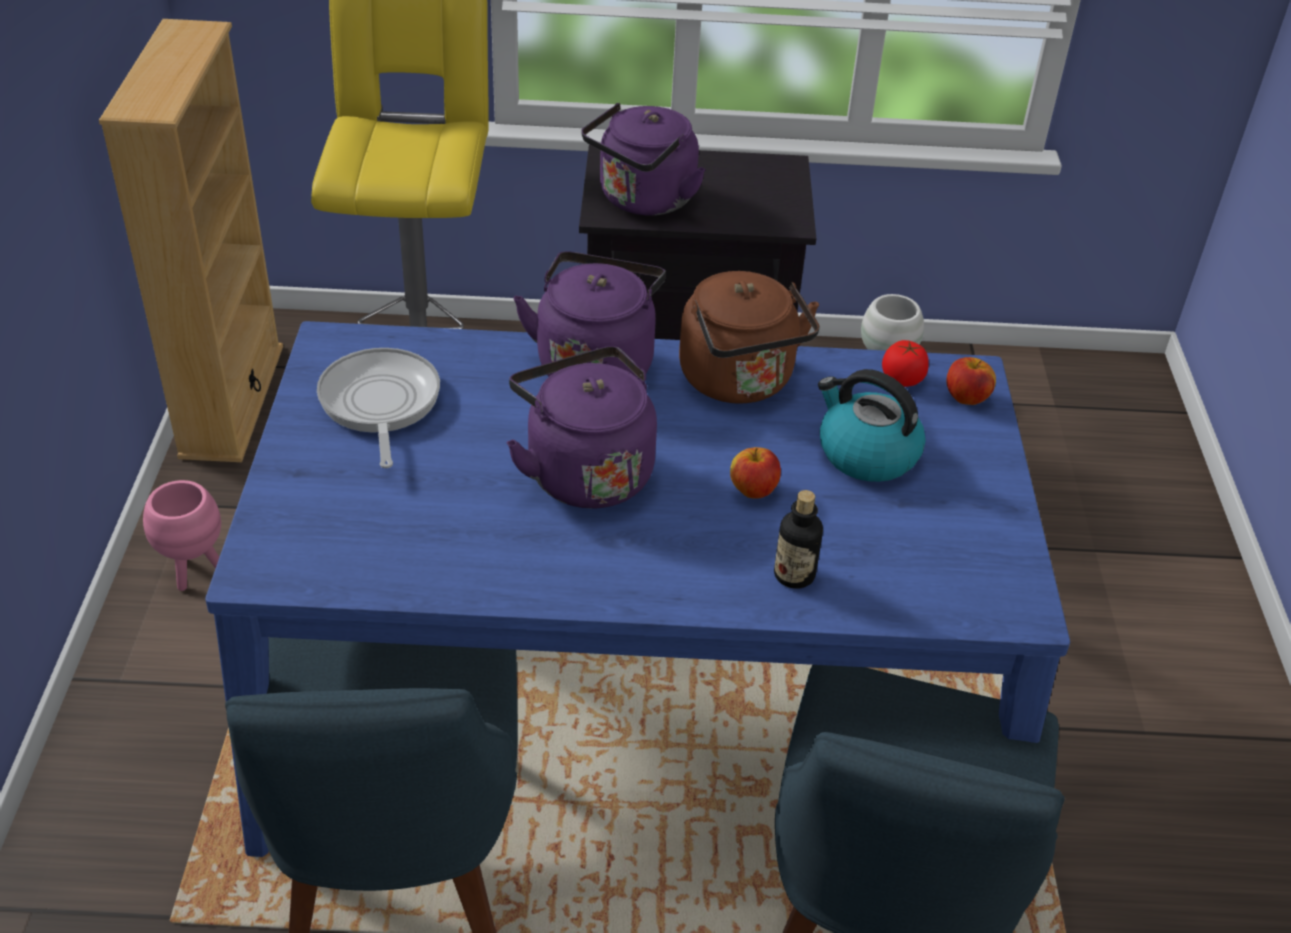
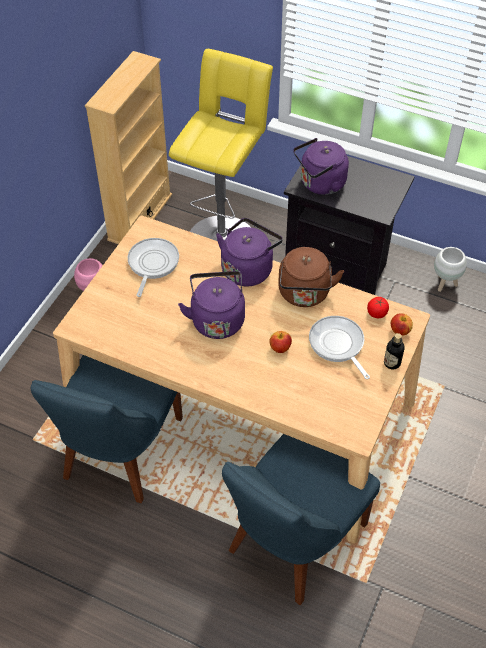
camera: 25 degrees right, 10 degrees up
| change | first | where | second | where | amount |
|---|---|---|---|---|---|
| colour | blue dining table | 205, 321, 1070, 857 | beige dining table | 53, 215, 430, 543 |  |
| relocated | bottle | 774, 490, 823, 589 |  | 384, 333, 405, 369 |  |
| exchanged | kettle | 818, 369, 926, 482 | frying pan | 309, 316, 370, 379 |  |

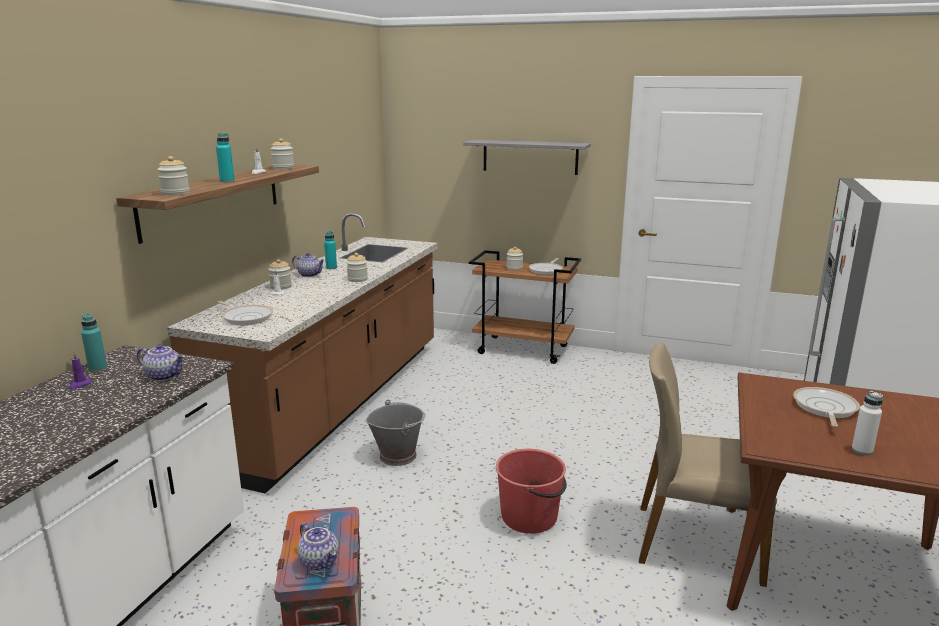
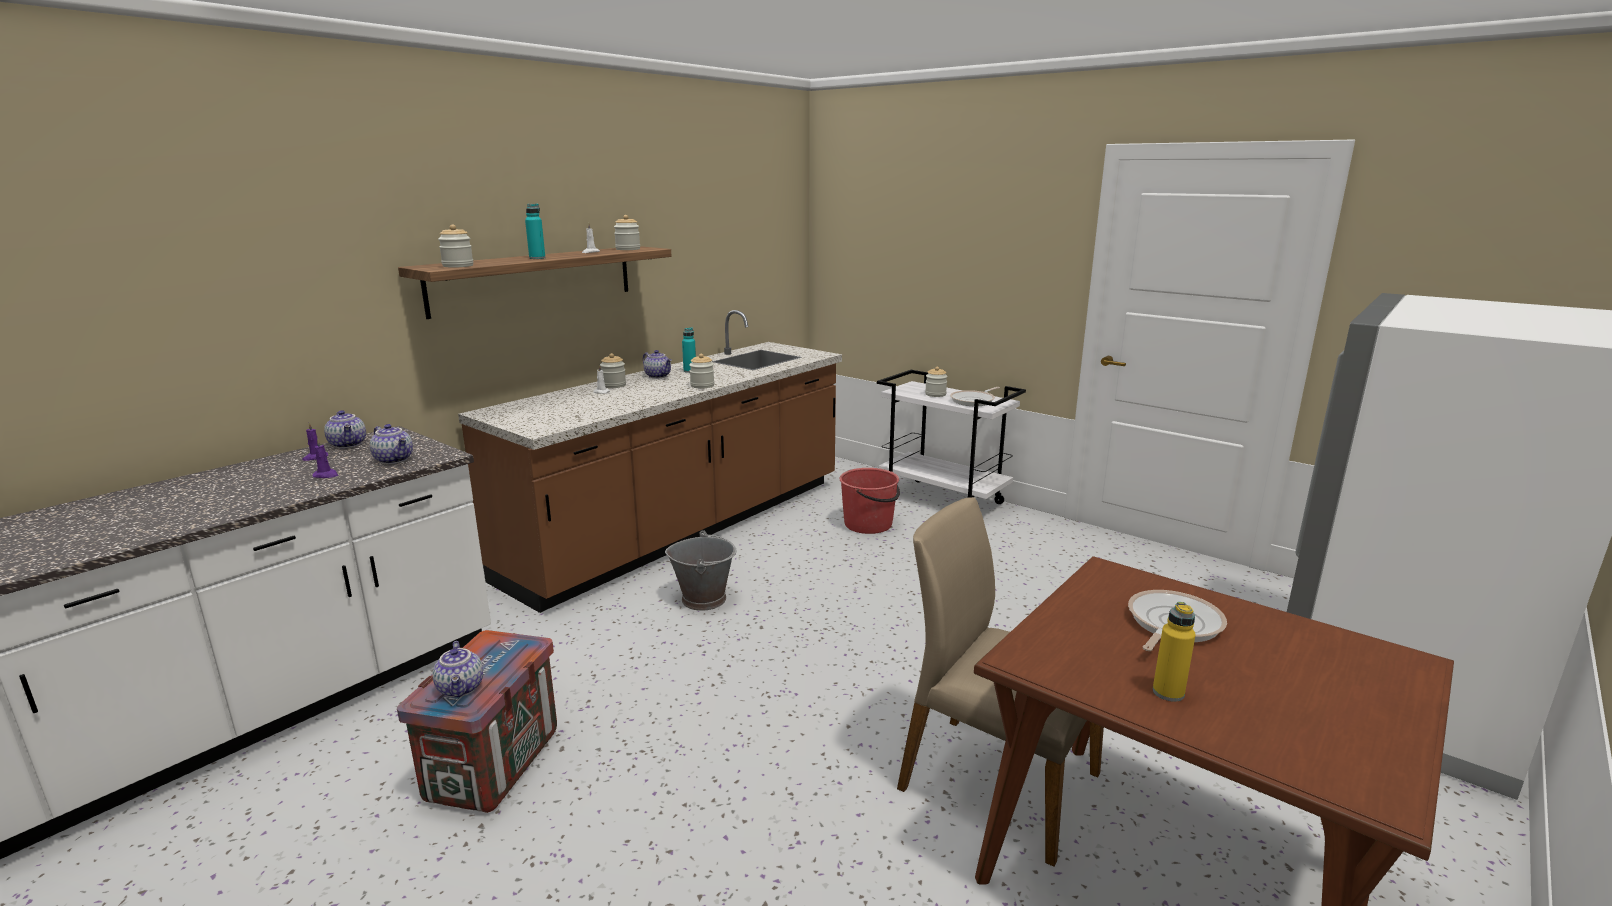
camera: 20 degrees right, 0 degrees up
| change | first | where | second | where | amount |
|---|---|---|---|---|---|
| exchanged | turquoise bottle | 81, 314, 107, 372 | teapot | 324, 410, 366, 448 |  |
| missing | frying pan | 218, 301, 273, 325 |  |  |  |
| missing | grey shelf | 463, 140, 591, 175 |  |  |  |
| colour | brown cart | 469, 250, 581, 364 | white cart | 877, 370, 1026, 504 |  |
| relocated | red bucket | 496, 449, 567, 534 |  | 839, 468, 900, 534 |  |
| colour | white bottle | 852, 391, 883, 455 | yellow bottle | 1153, 602, 1196, 702 |  |
| appeared |  |  | purple candle | 312, 438, 338, 478 |  |

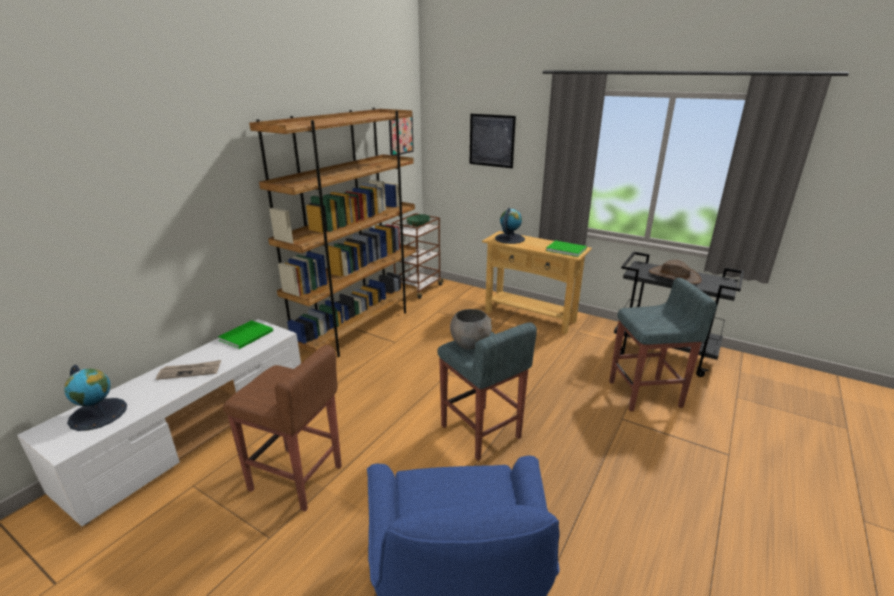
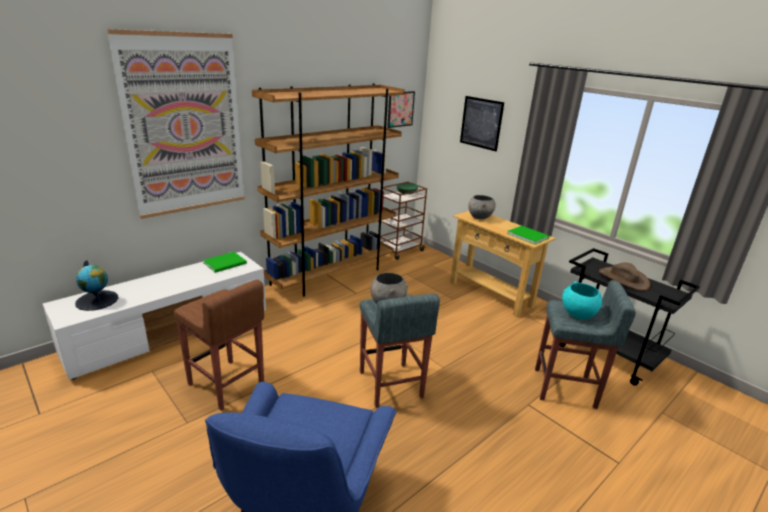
camera: 15 degrees right, 0 degrees up
| change | first | where | second | where | amount |
|---|---|---|---|---|---|
| missing | newspaper | 156, 360, 221, 380 |  |  |  |
| exchanged | globe | 495, 208, 525, 244 | grey bowl | 468, 195, 496, 219 |  |
| appeared |  |  | picture | 107, 29, 245, 219 |  |
| appeared |  |  | turquoise bowl | 562, 281, 602, 319 |  |

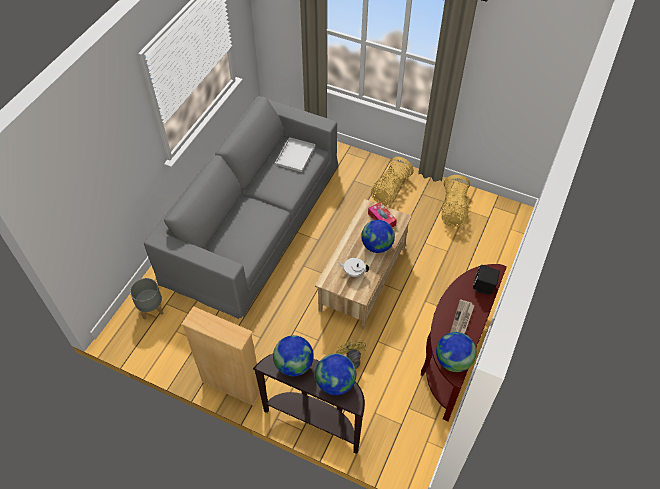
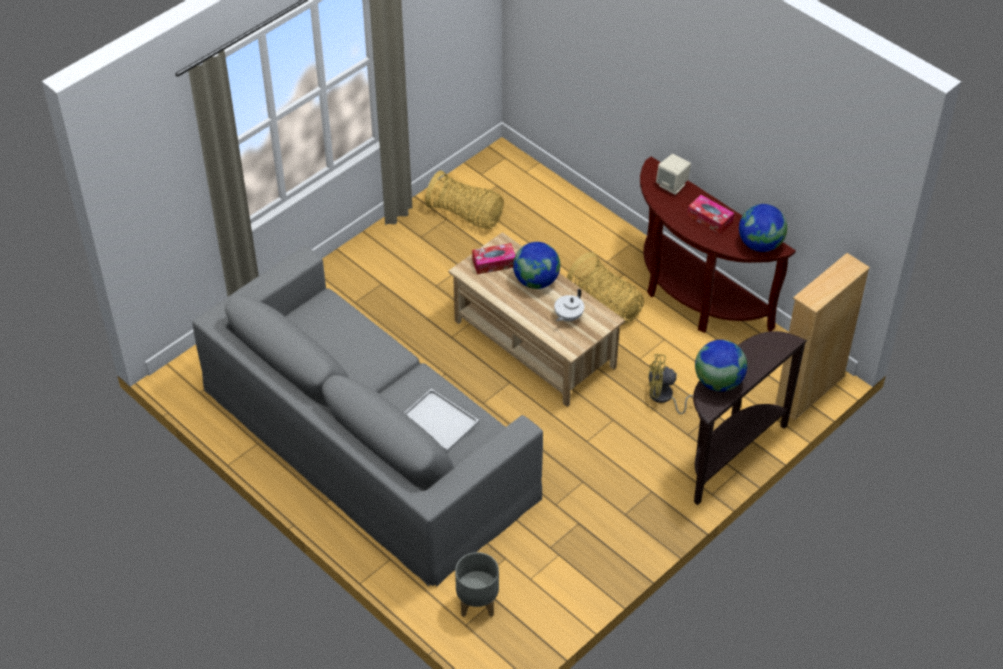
camera: 70 degrees left, 5 degrees down
| change | first | where | second | where | amount |
|---|---|---|---|---|---|
| relocated | beige bookcase | 181, 306, 260, 406 |  | 773, 253, 870, 421 |  |
| relocated | white tray | 275, 137, 316, 172 |  | 404, 389, 479, 453 |  |
| missing | globe | 315, 353, 356, 395 |  |  |  |
| relocated | basket | 371, 157, 414, 205 |  | 567, 252, 644, 325 |  |
| exchanged | newspaper | 450, 299, 475, 334 | tissue box | 687, 195, 734, 235 |  |
| colour | black speaker | 473, 265, 500, 295 | beige speaker | 656, 154, 691, 195 |  |

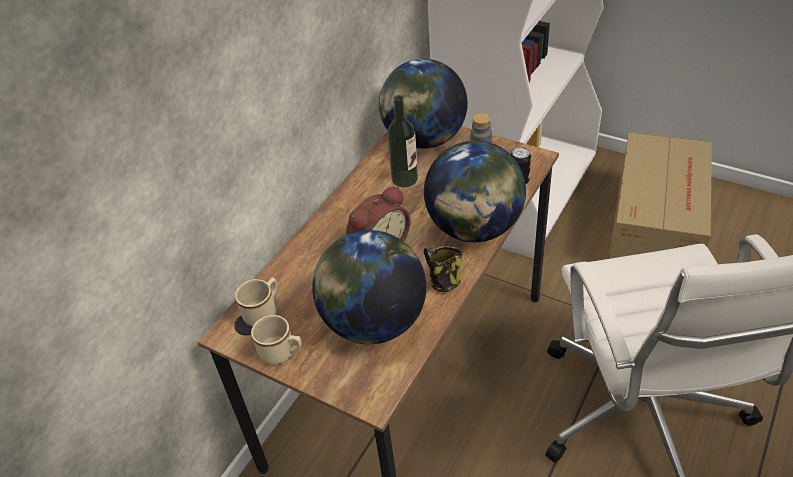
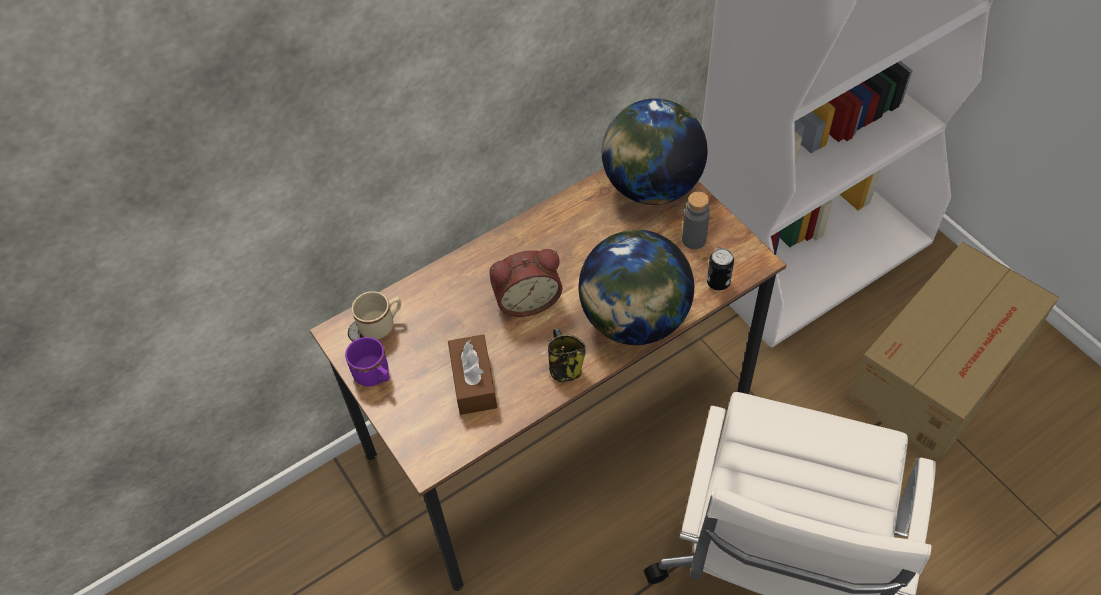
camera: 25 degrees right, 10 degrees up
| change | first | where | second | where | amount |
|---|---|---|---|---|---|
| colour | beige mug | 251, 315, 302, 365 | purple mug | 345, 337, 390, 387 |  |
| exchanged | globe | 312, 230, 426, 344 | brown tissue box | 448, 334, 497, 415 |  |
| missing | bottle | 387, 95, 418, 187 |  |  |  |

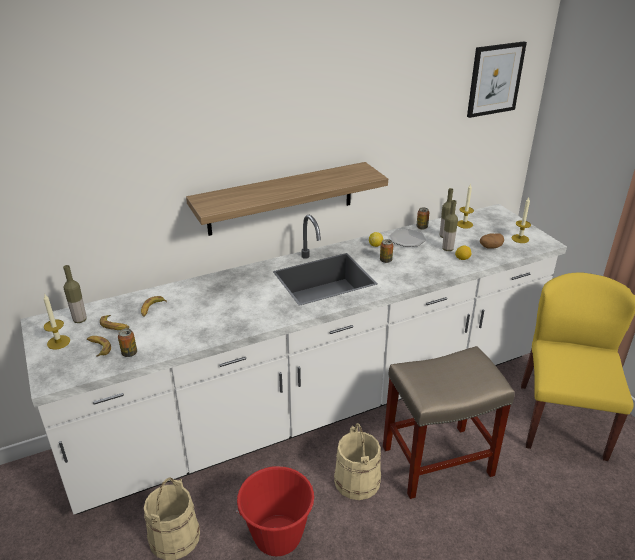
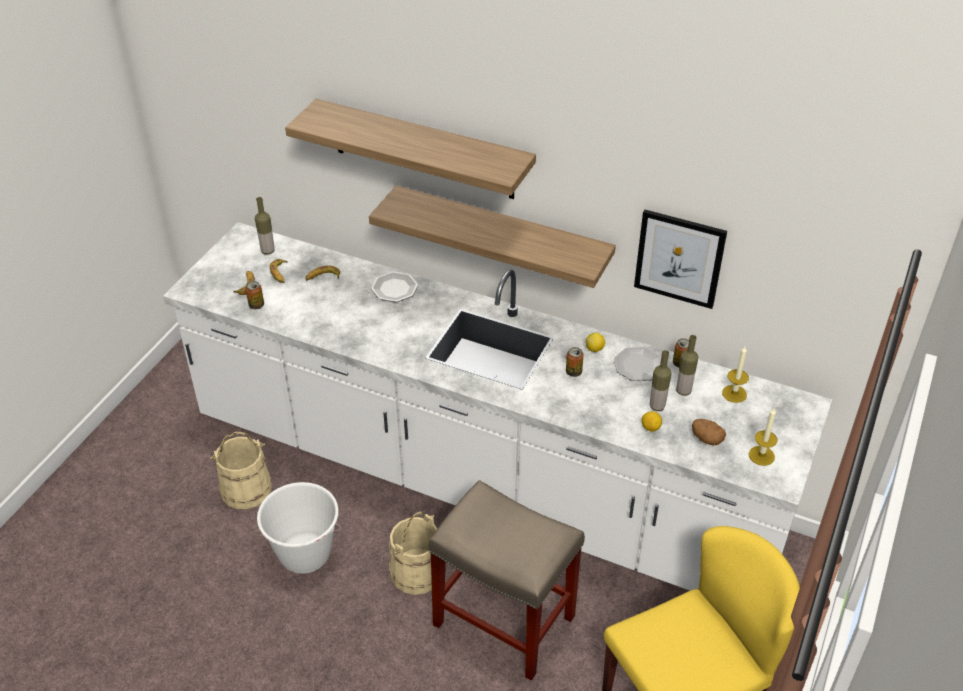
camera: 50 degrees right, 10 degrees up
| change | first | where | second | where | amount |
|---|---|---|---|---|---|
| missing | candle | 43, 294, 70, 350 |  |  |  |
| colour | red bucket | 236, 466, 314, 556 | white bucket | 257, 482, 341, 574 |  |
| relocated | picture | 467, 41, 527, 118 |  | 634, 210, 727, 309 |  |
| appeared |  |  | shelf | 285, 99, 536, 199 |  |
| appeared |  |  | plate | 371, 272, 418, 302 |  |

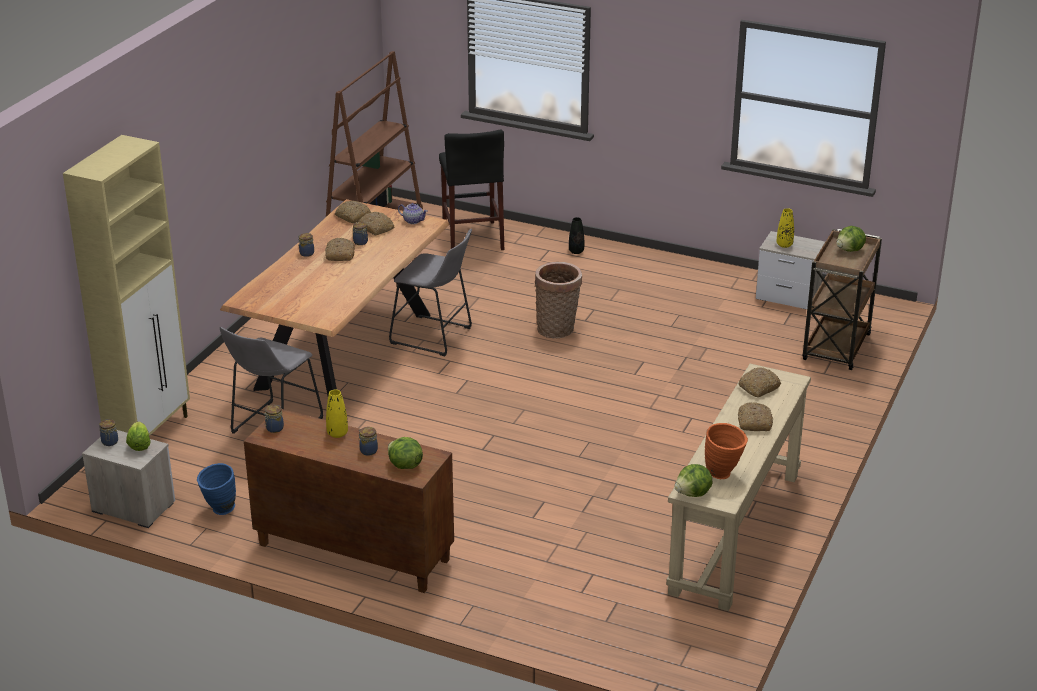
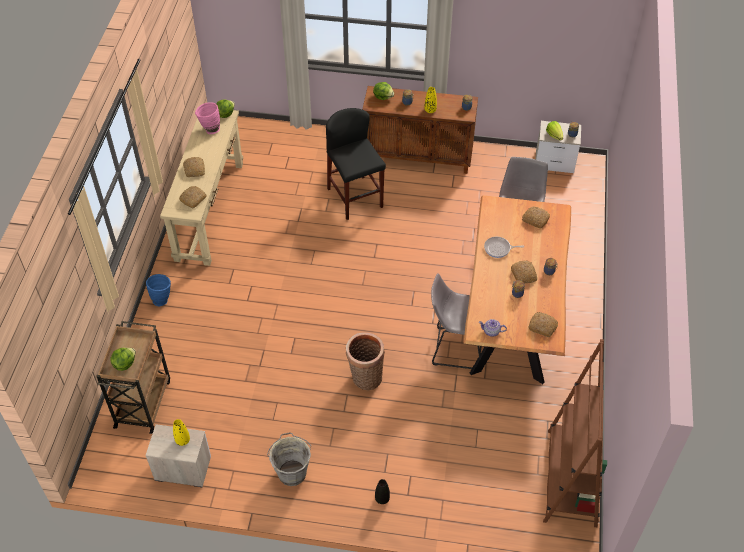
camera: 165 degrees right, 20 degrees up
| change | first | where | second | where | amount |
|---|---|---|---|---|---|
| missing | beige cabinet | 63, 135, 190, 436 |  |  |  |
| relocated | blue vase | 197, 463, 236, 515 |  | 146, 274, 171, 306 |  |
| relocated | bread | 358, 212, 394, 235 |  | 522, 207, 550, 228 |  |
| relocated | black stool | 439, 130, 504, 250 |  | 326, 108, 386, 220 |  |
| colour | orange vase | 705, 423, 748, 479 | pink vase | 195, 102, 220, 134 |  |
| appeared |  |  | grey bucket | 267, 432, 311, 486 |  |
| appeared |  |  | frying pan | 484, 237, 524, 258 |  |

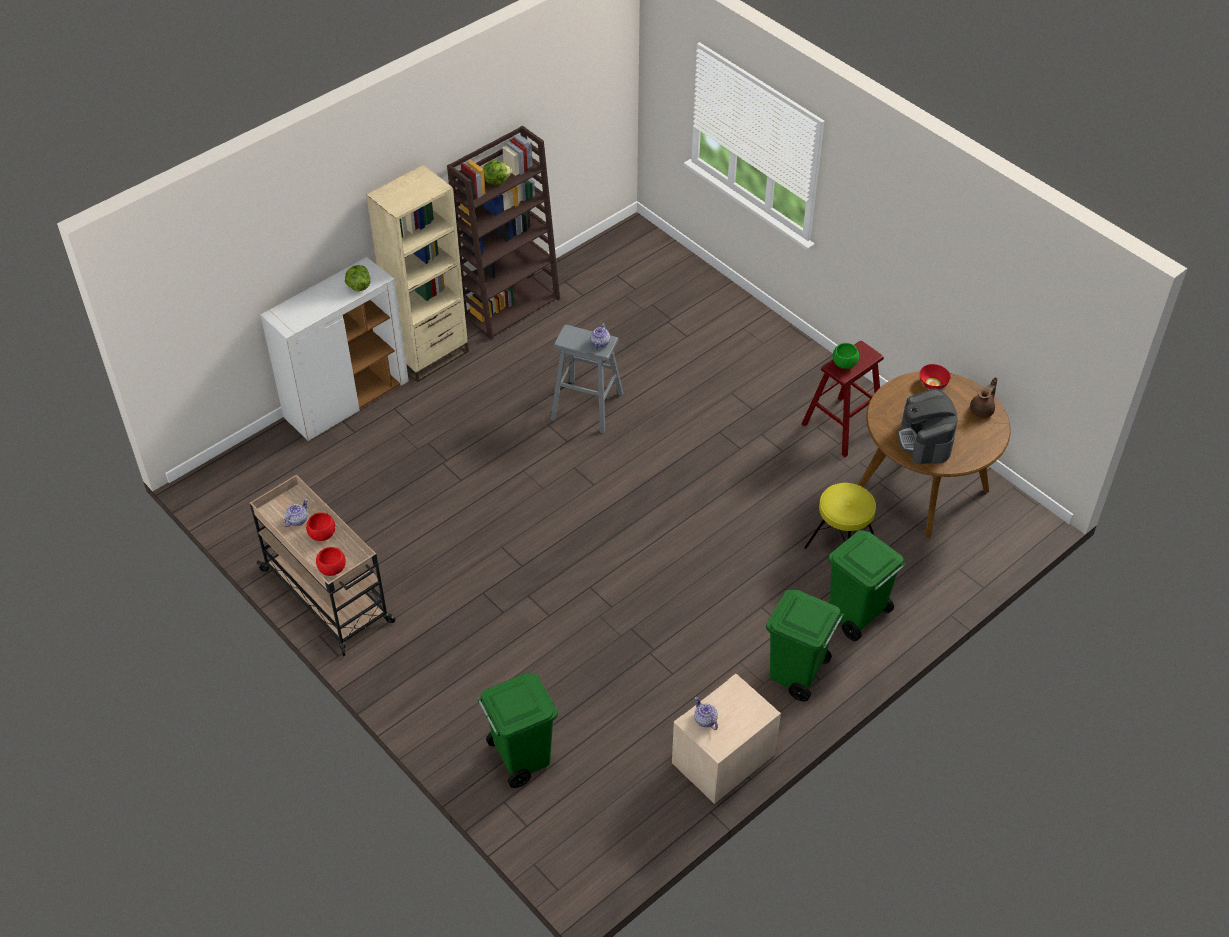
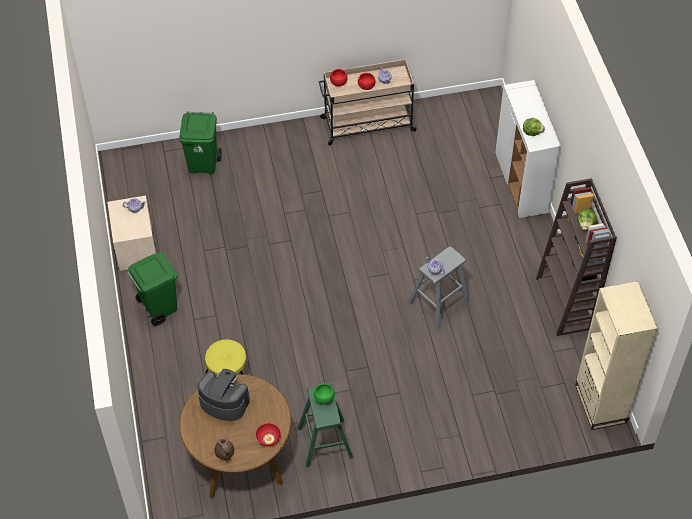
camera: 120 degrees right, 5 degrees up
| change | first | where | second | where | amount |
|---|---|---|---|---|---|
| relocated | beige bookcase | 366, 165, 469, 382 |  | 575, 281, 658, 430 |  |
| colour | red stool | 802, 341, 884, 457 | green stool | 298, 384, 353, 467 |  |
| missing | green trash can | 829, 530, 906, 641 |  |  |  |

